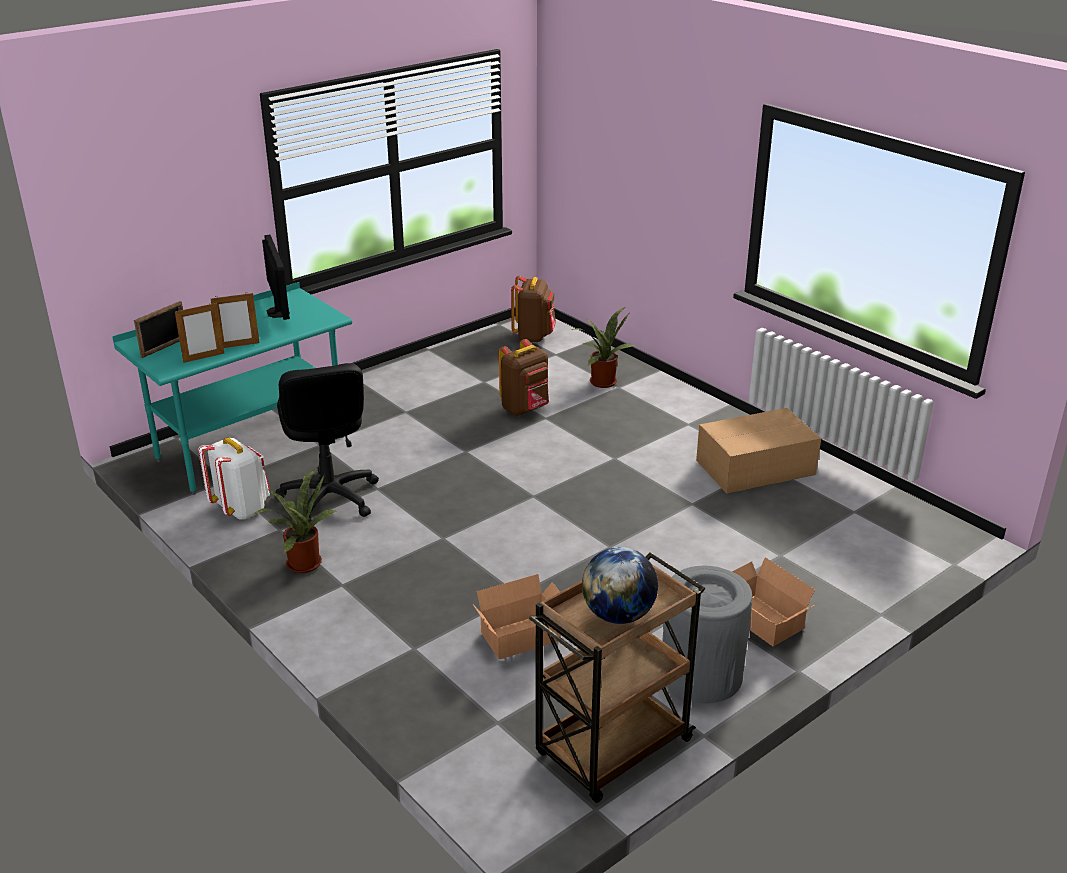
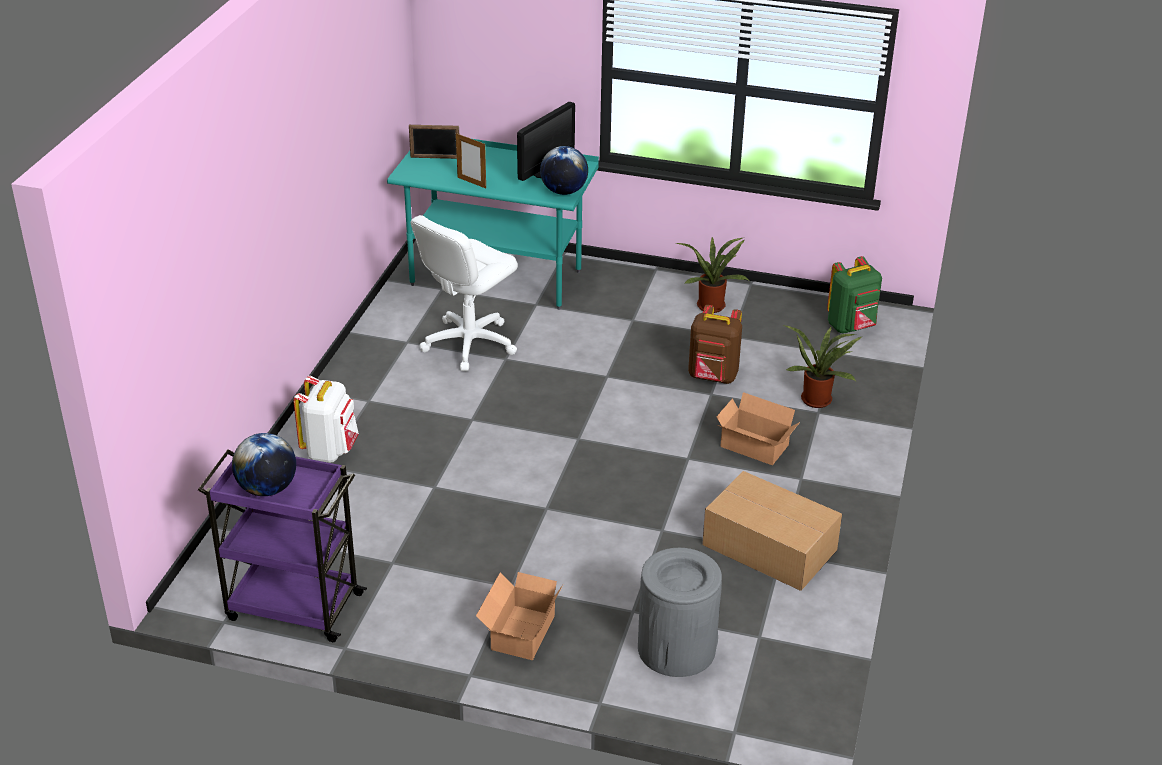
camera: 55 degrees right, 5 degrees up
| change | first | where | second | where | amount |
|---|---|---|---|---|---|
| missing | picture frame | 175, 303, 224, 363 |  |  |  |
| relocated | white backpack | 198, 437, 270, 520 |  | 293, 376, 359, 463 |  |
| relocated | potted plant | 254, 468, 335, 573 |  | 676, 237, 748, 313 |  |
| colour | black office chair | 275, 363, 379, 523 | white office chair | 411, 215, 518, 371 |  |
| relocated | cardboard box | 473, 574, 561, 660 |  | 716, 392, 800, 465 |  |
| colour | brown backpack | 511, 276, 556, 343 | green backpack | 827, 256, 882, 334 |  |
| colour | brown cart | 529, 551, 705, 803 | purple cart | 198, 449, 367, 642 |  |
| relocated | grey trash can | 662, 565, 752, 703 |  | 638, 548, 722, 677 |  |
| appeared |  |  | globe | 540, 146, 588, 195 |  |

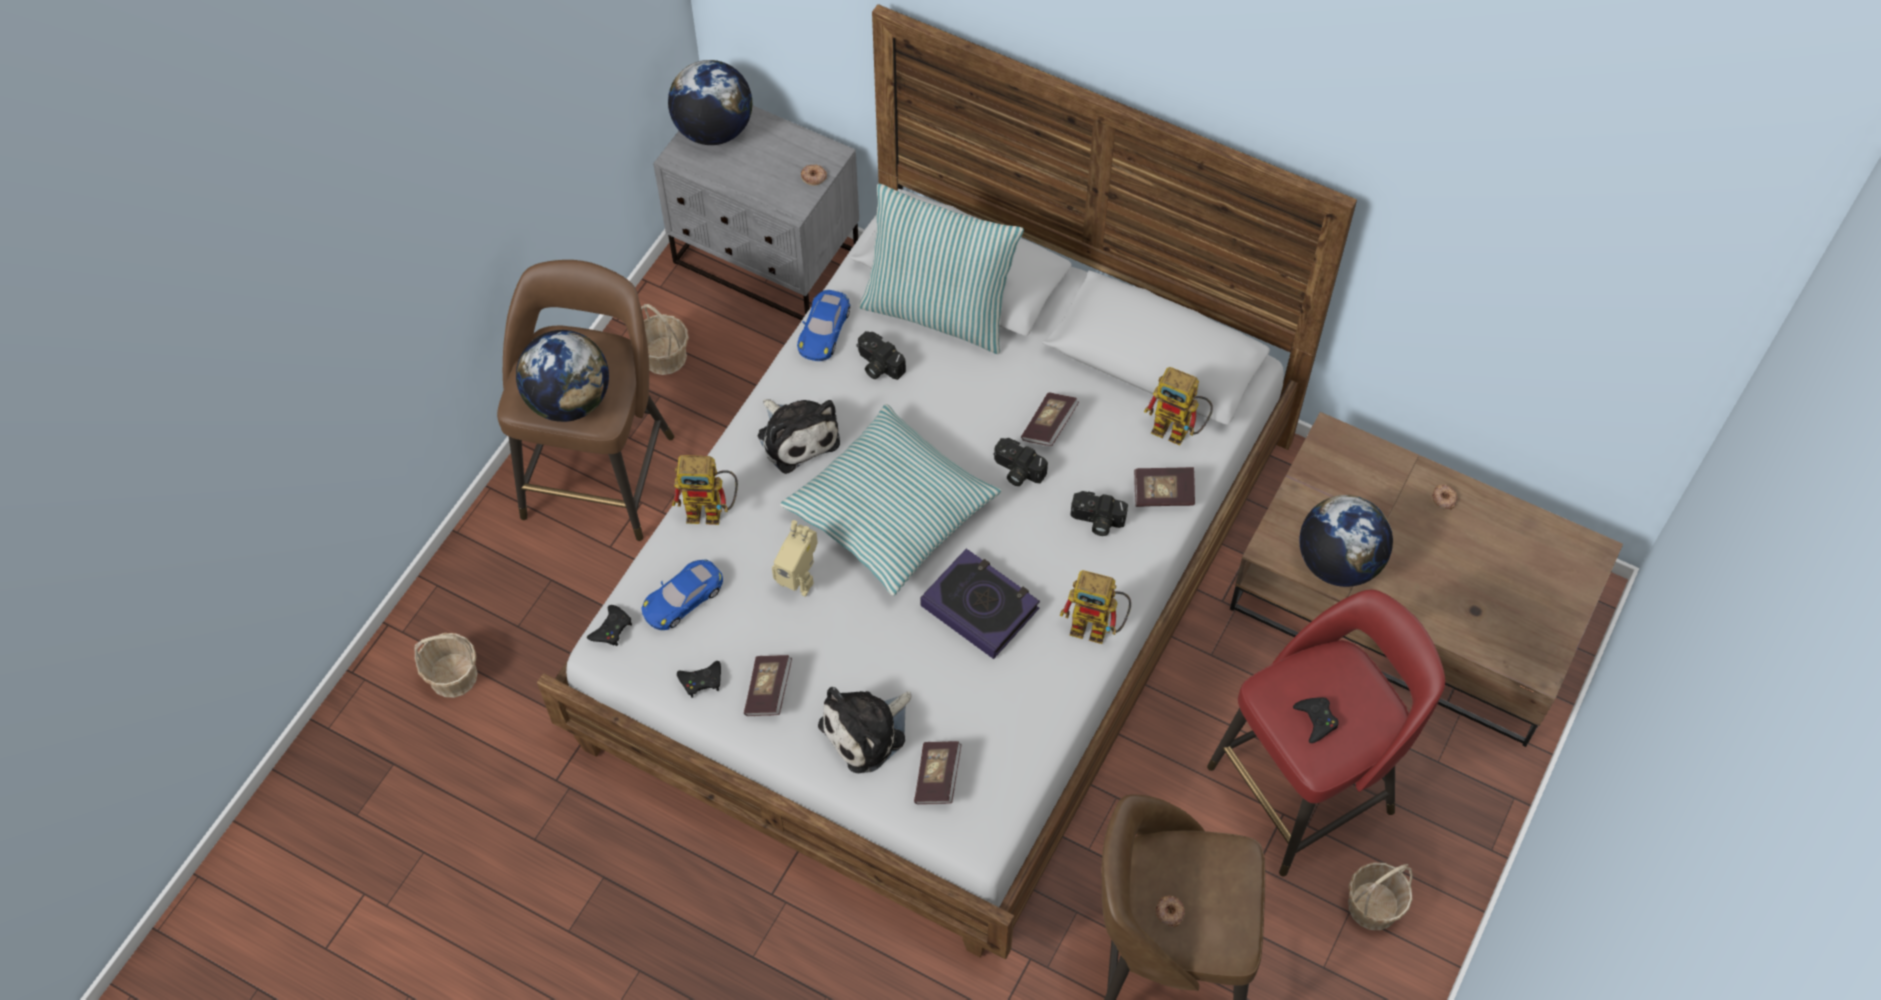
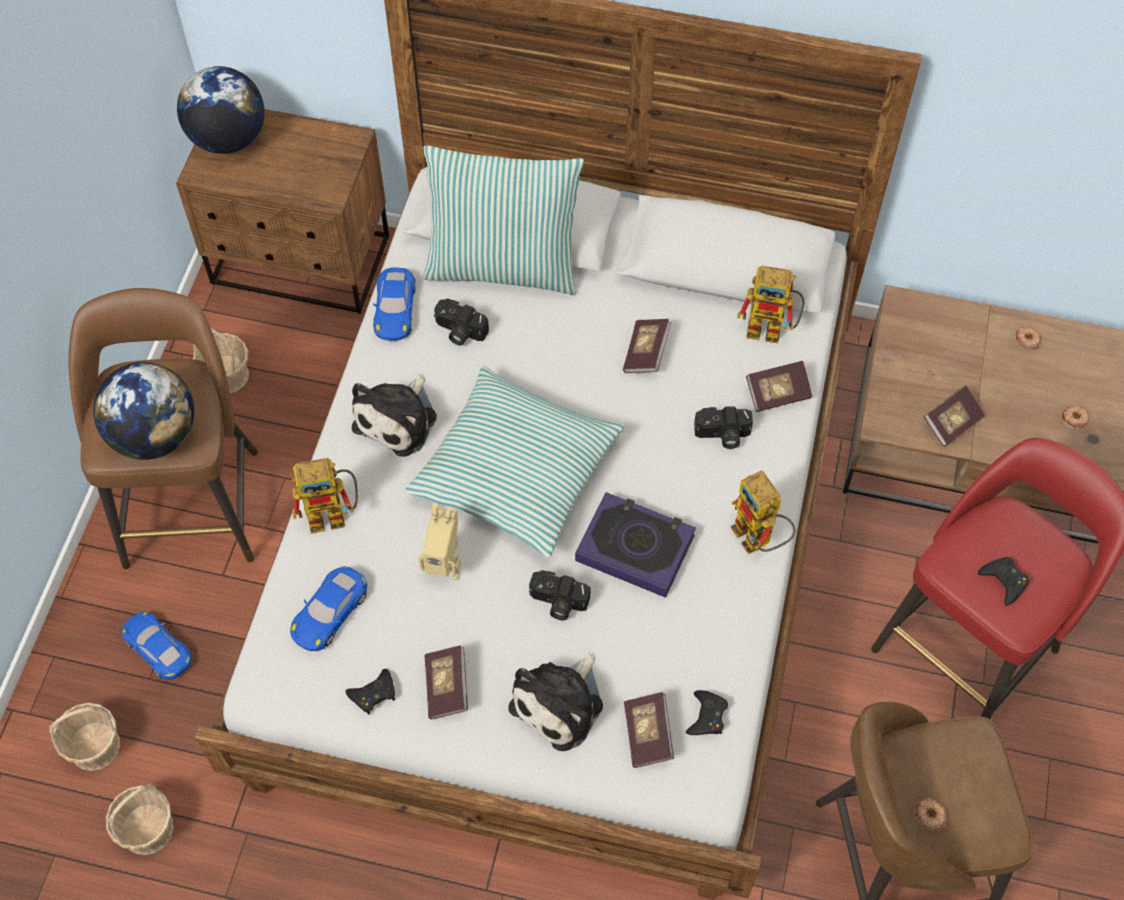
camera: 15 degrees left, 0 degrees up
| change | first | where | second | where | amount |
|---|---|---|---|---|---|
| relocated | black game controller | 587, 605, 632, 646 |  | 686, 690, 728, 735 |  |
| colour | grey nightstand | 653, 105, 859, 320 | brown nightstand | 176, 109, 389, 314 |  |
| spun | plush toy | 758, 399, 840, 474 |  | 352, 374, 437, 457 | 75 degrees clockwise |
| relocated | donut | 801, 164, 827, 186 |  | 1061, 406, 1090, 429 |  |
| relocated | photo camera | 993, 438, 1048, 486 |  | 529, 570, 591, 620 |  |
| spun | toy robot | 1060, 570, 1131, 644 |  | 730, 471, 796, 554 | 60 degrees clockwise |
| exchanged | globe | 1299, 495, 1393, 587 | book | 923, 385, 985, 447 |  |
| relocated | basket | 1348, 862, 1413, 930 |  | 106, 784, 174, 855 |  |
| appeared |  |  | blue toy car | 121, 612, 192, 680 |  |

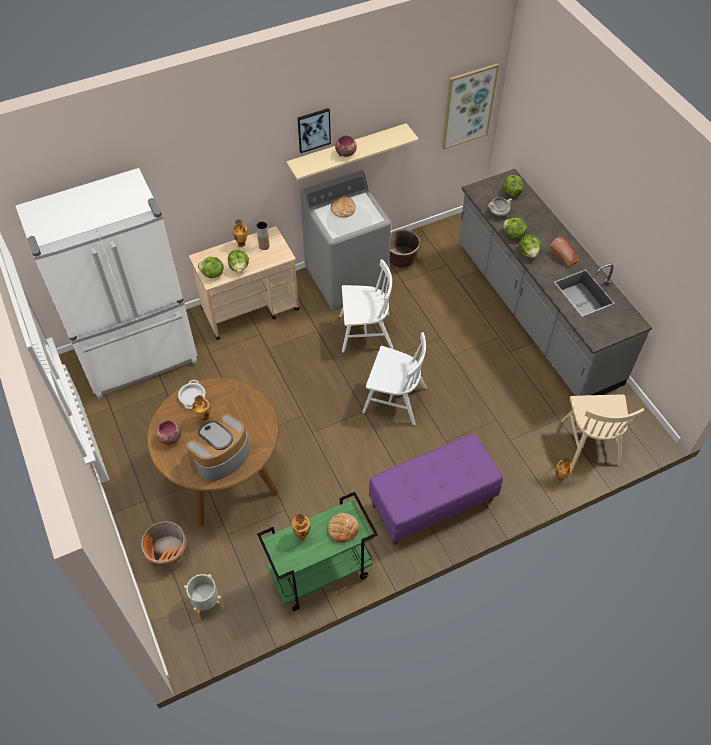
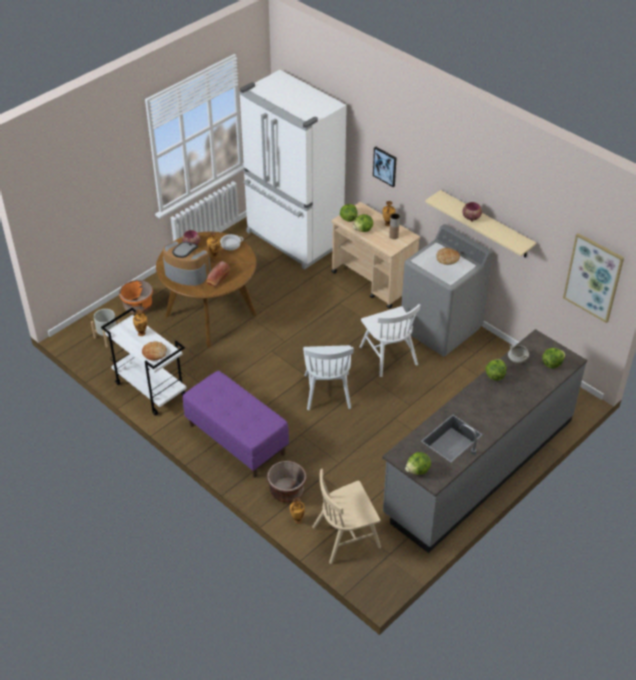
camera: 70 degrees right, 10 degrees down
| change | first | where | second | where | amount |
|---|---|---|---|---|---|
| colour | green cart | 257, 492, 378, 611 | white cart | 101, 308, 187, 416 |  |
| relocated | picture | 297, 108, 331, 153 |  | 373, 146, 397, 187 |  |
| relocated | brown planter | 389, 230, 421, 267 |  | 267, 461, 307, 503 |  |
| relocated | lettuce | 519, 235, 541, 258 |  | 405, 452, 431, 475 |  |
| relocated | bread | 550, 237, 579, 267 |  | 207, 261, 230, 287 |  |

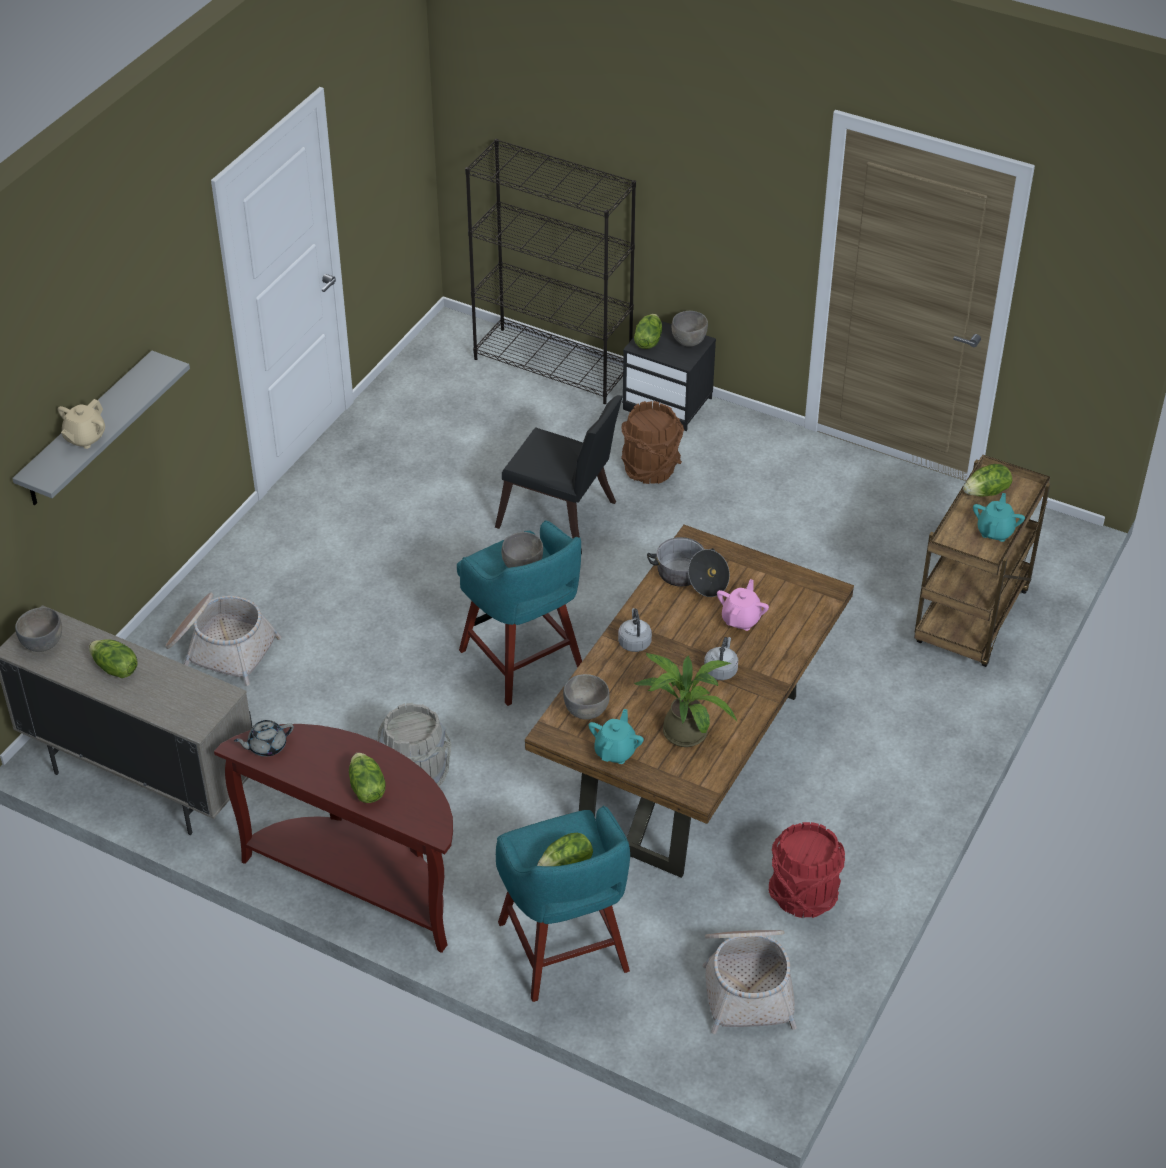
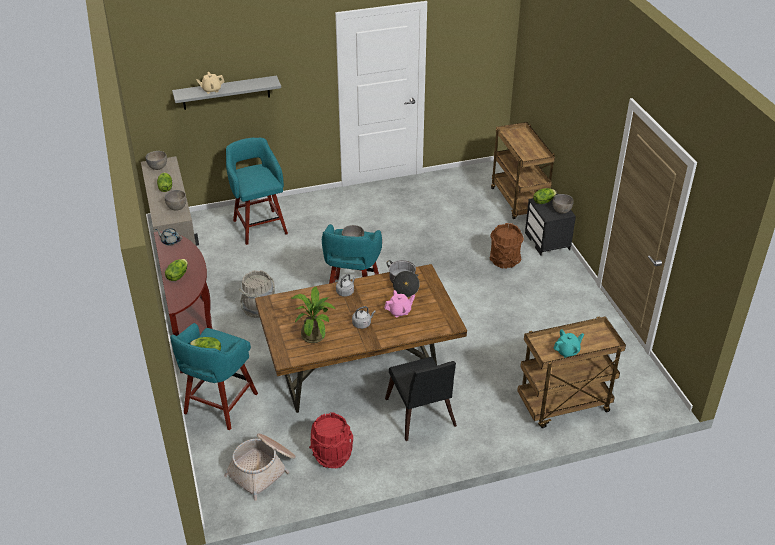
camera: 45 degrees right, 5 degrees down
| change | first | where | second | where | amount |
|---|---|---|---|---|---|
| exchanged | basket | 165, 593, 282, 686 | turquoise stool | 226, 137, 288, 245 |  |
| exchanged | black bookcase | 465, 139, 636, 404 | brown cart | 491, 122, 555, 219 |  |
| relocated | black chair | 495, 395, 623, 554 |  | 385, 357, 457, 441 |  |
| relocated | grey bowl | 563, 674, 610, 720 |  | 165, 190, 186, 211 |  |
| missing | turquoise teapot | 589, 709, 644, 764 |  |  |  |
| missing | lettuce | 963, 464, 1012, 497 |  |  |  |

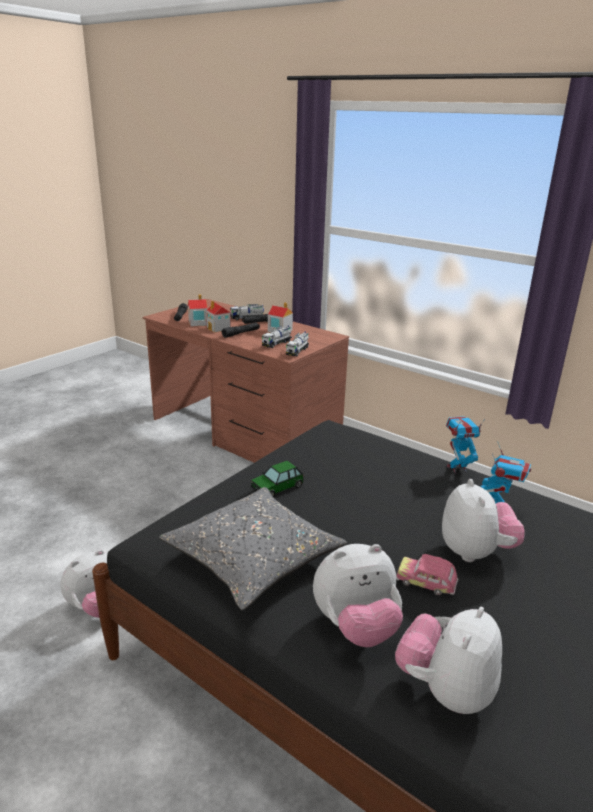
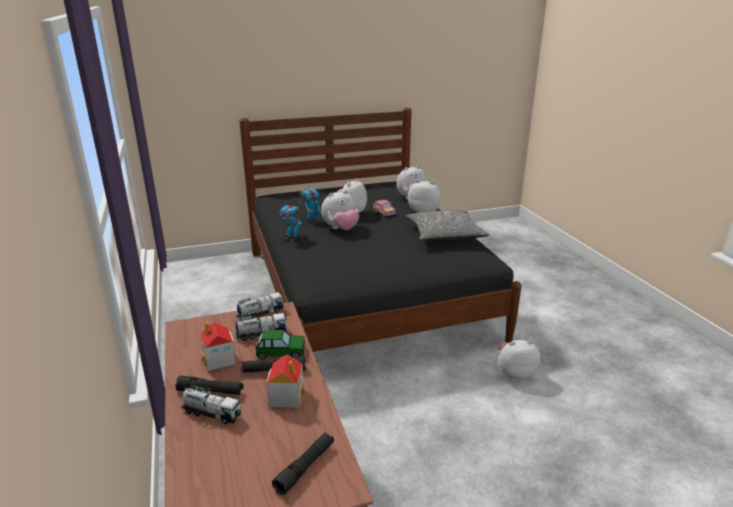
camera: 145 degrees left, 0 degrees up
| change | first | where | second | where | amount |
|---|---|---|---|---|---|
| missing | toy house | 188, 295, 208, 326 |  |  |  |
| relocated | toy car | 251, 460, 304, 497 |  | 255, 330, 305, 360 |  |
| appeared |  |  | plush toy | 321, 190, 359, 230 |  |

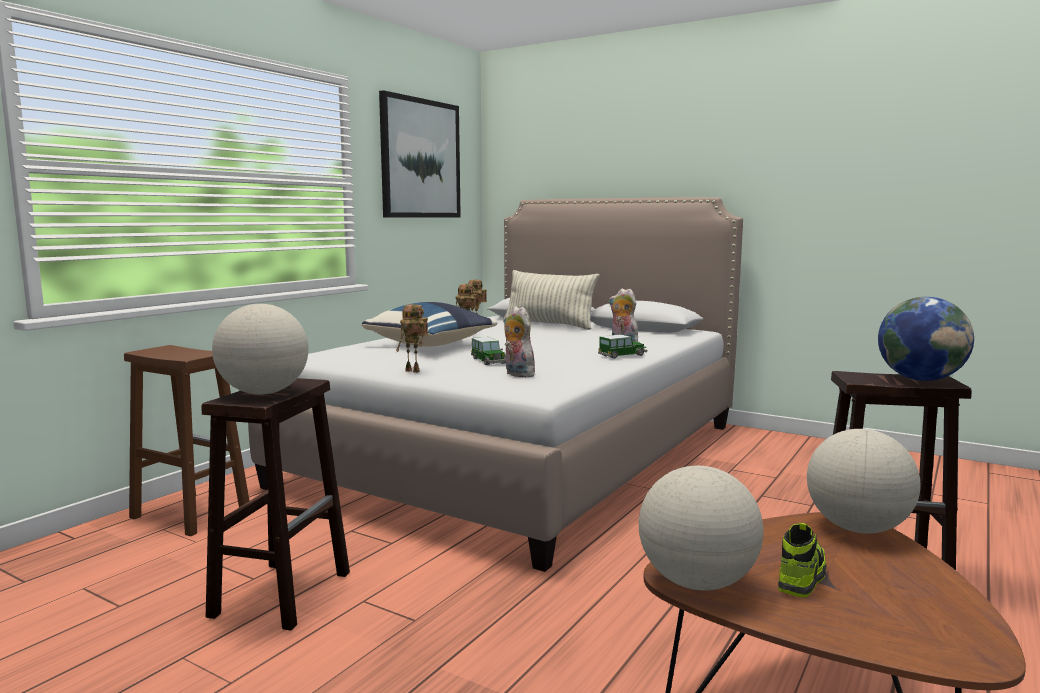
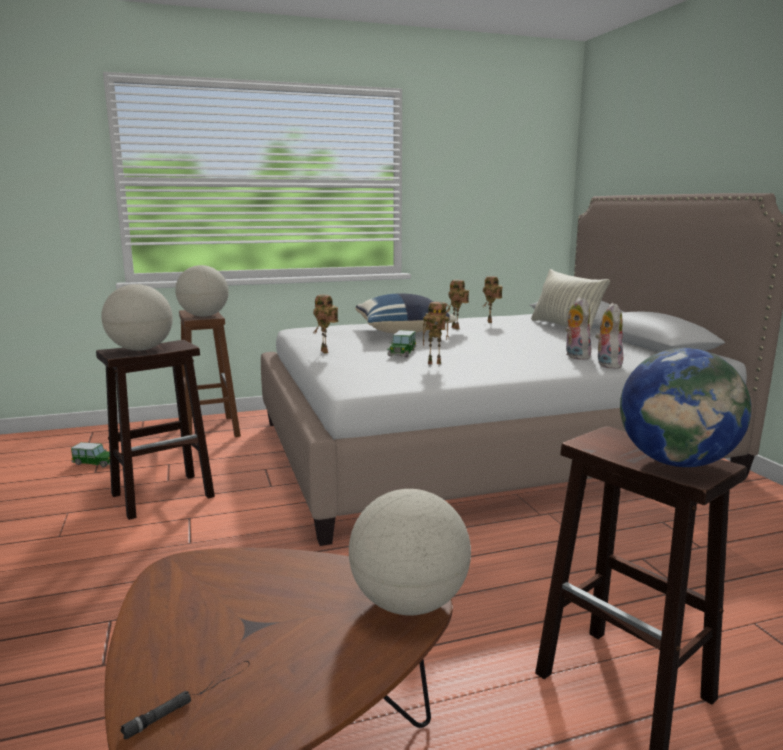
camera: 40 degrees right, 5 degrees up
| change | first | where | second | where | amount |
|---|---|---|---|---|---|
| missing | picture | 379, 90, 461, 217 |  |  |  |
| relocated | plush toy | 504, 306, 535, 377 |  | 595, 303, 623, 369 |  |
| relocated | toy car | 598, 334, 647, 359 |  | 71, 442, 110, 467 |  |
| relocated | globe | 639, 466, 763, 591 |  | 175, 265, 229, 317 |  |
| missing | shoe | 778, 523, 827, 597 |  |  |  |
| appeared |  |  | black flashlight | 120, 661, 250, 739 |  |
| appeared |  |  | toy robot | 423, 302, 450, 364 |  |

